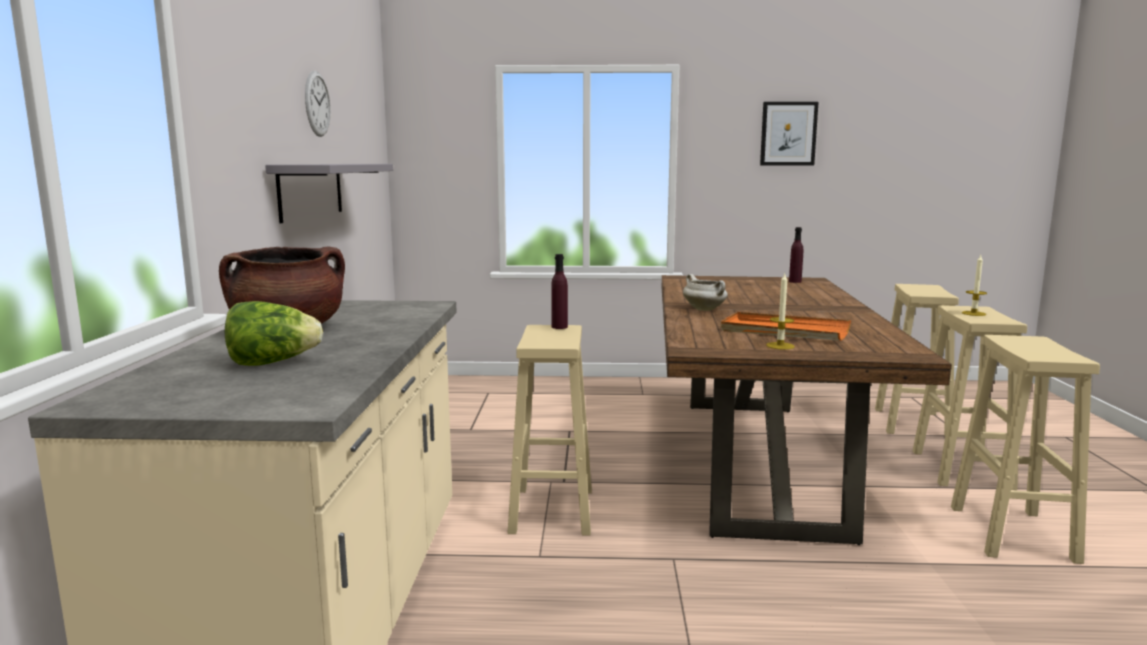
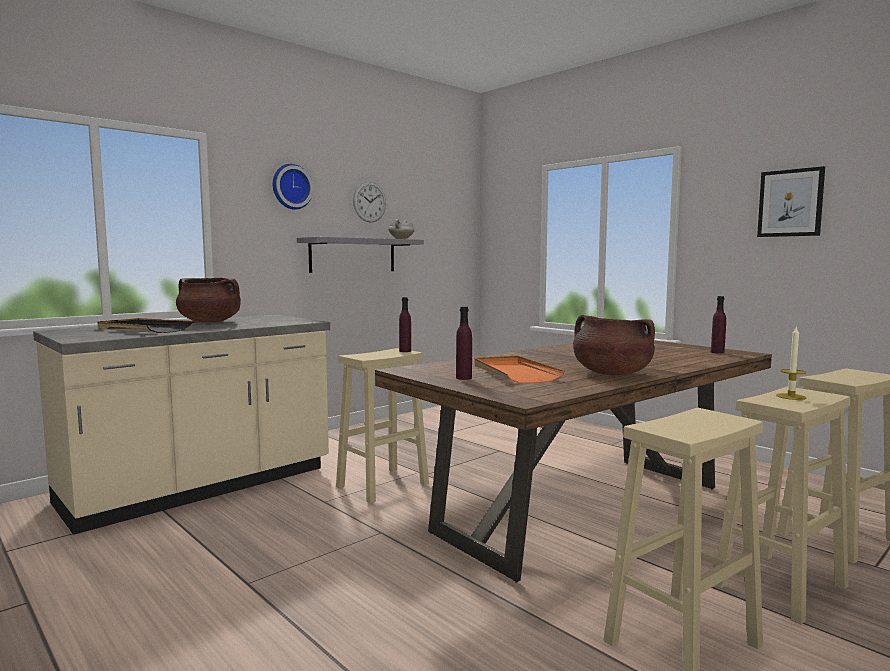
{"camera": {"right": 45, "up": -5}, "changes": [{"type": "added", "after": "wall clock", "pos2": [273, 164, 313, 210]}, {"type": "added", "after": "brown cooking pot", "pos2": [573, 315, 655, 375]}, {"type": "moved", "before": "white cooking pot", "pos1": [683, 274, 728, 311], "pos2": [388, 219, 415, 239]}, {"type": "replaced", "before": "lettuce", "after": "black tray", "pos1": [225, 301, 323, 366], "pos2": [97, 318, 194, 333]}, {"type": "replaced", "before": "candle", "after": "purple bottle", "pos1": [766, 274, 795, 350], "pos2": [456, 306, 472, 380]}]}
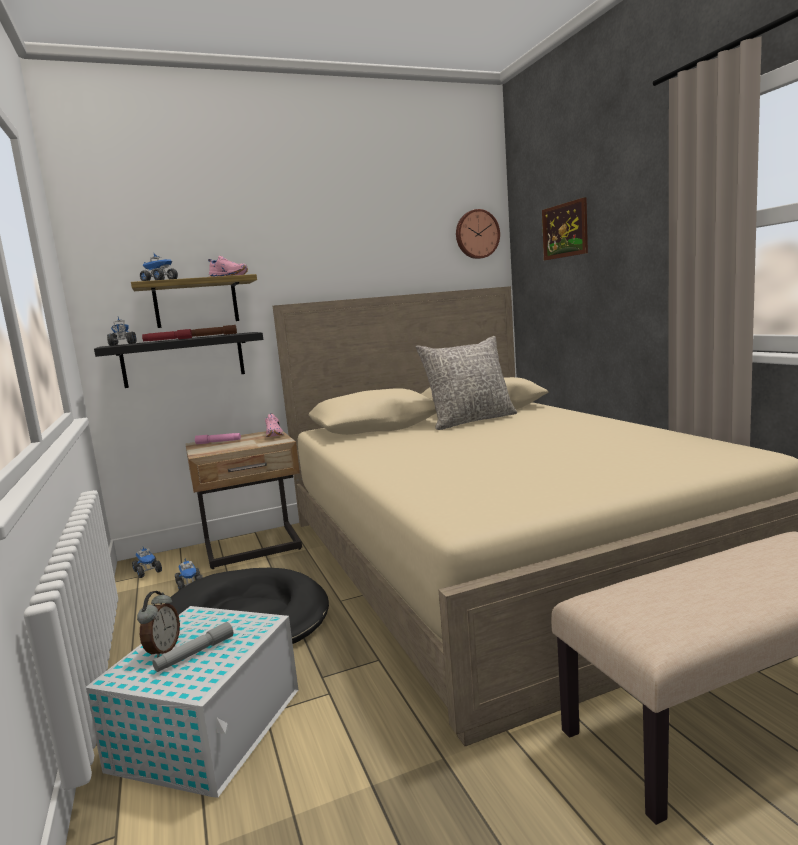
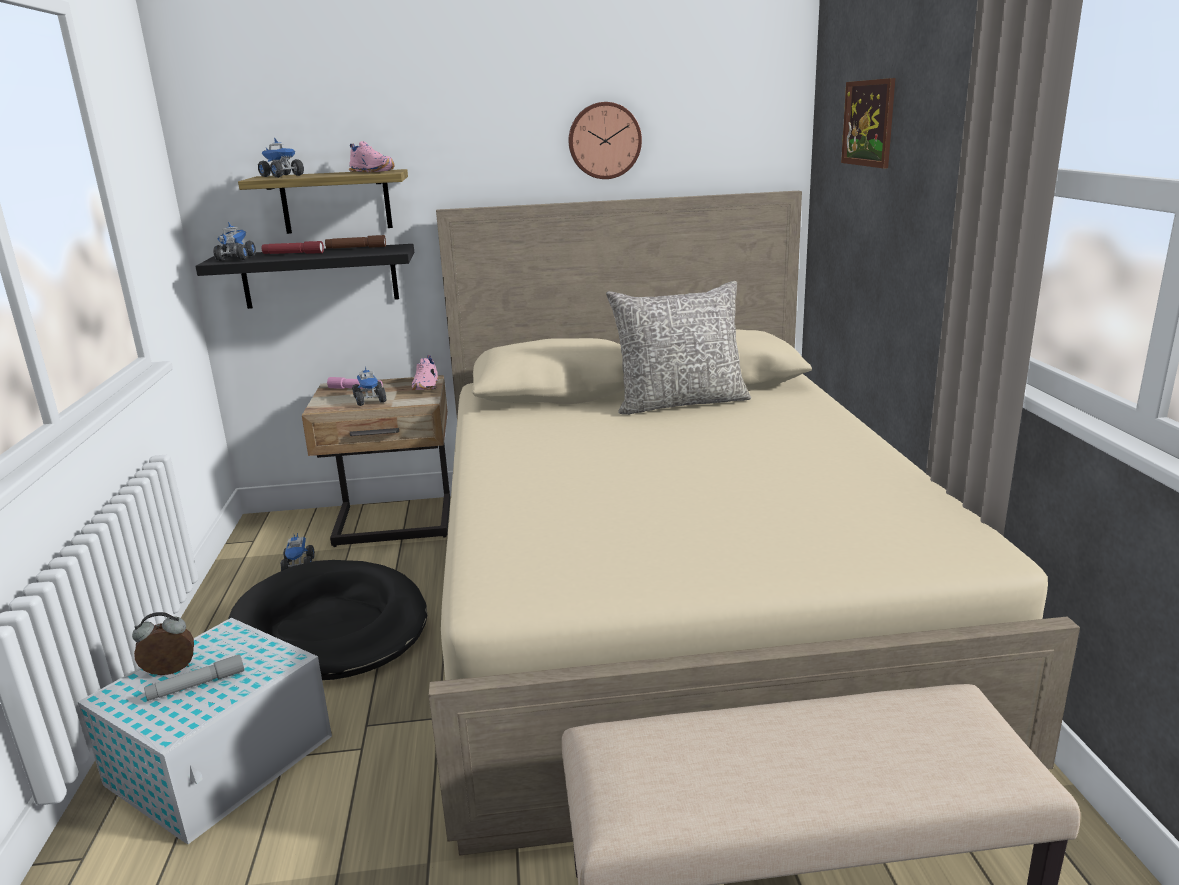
{"camera": {"right": 15, "up": 10}, "changes": [{"type": "moved", "before": "toy truck", "pos1": [132, 547, 162, 578], "pos2": [352, 366, 386, 406]}, {"type": "moved", "before": "wall clock", "pos1": [456, 209, 500, 259], "pos2": [569, 102, 642, 179]}, {"type": "turned", "before": "alarm clock", "pos1": [137, 591, 180, 658], "pos2": [132, 612, 194, 675], "turn": -135}]}
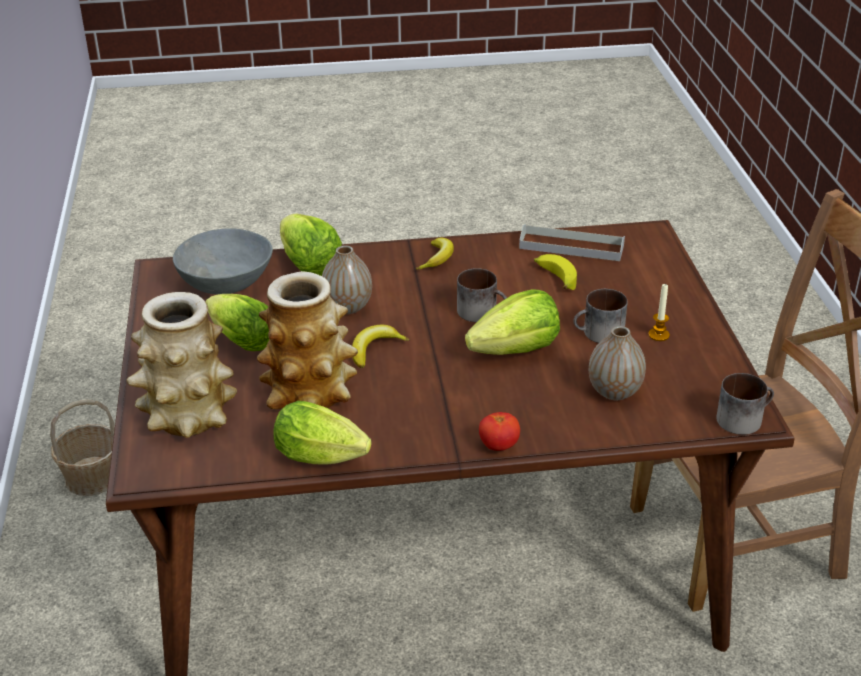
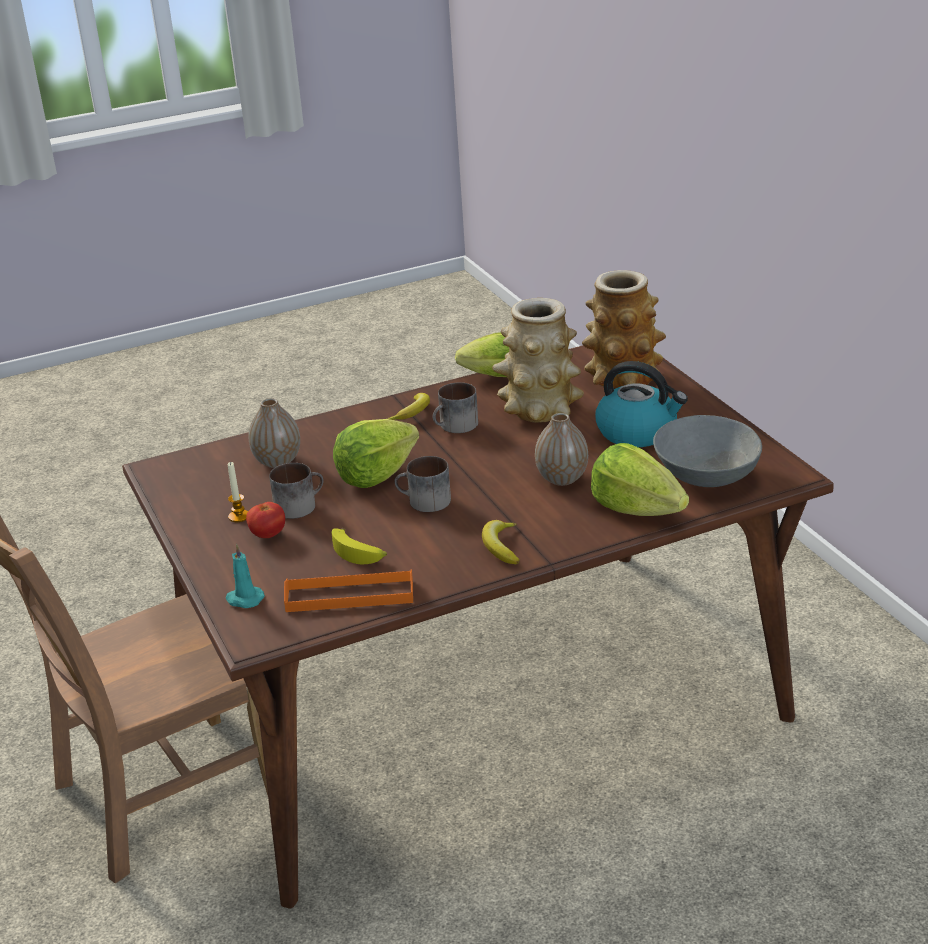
{"camera": {"right": 165, "up": -5}, "changes": [{"type": "removed", "before": "basket", "pos1": [50, 399, 115, 496]}, {"type": "added", "after": "turquoise candle", "pos2": [226, 544, 265, 608]}, {"type": "moved", "before": "banana", "pos1": [352, 325, 409, 368], "pos2": [387, 393, 430, 420]}, {"type": "moved", "before": "tomato", "pos1": [479, 412, 520, 451], "pos2": [246, 502, 285, 538]}, {"type": "moved", "before": "mug", "pos1": [716, 373, 774, 435], "pos2": [433, 382, 478, 433]}, {"type": "replaced", "before": "lettuce", "after": "kettle", "pos1": [206, 294, 269, 351], "pos2": [595, 361, 688, 447]}, {"type": "recoloured", "before": "grey tray", "after": "orange tray", "pos1": [519, 224, 625, 261], "pos2": [284, 569, 413, 612]}]}
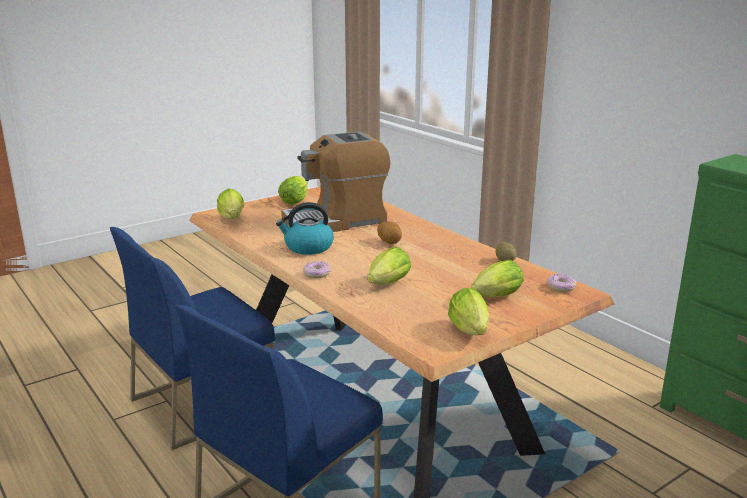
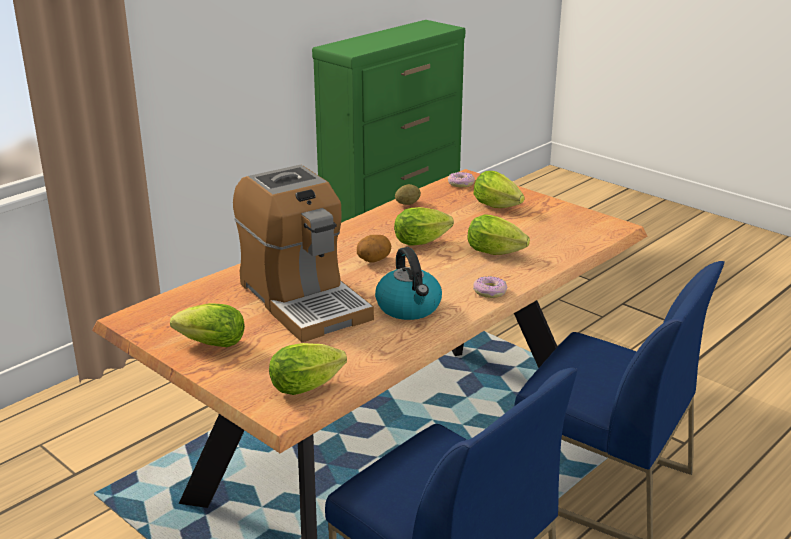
{"camera": {"right": -100, "up": 5}, "changes": [{"type": "moved", "before": "lettuce", "pos1": [448, 288, 490, 335], "pos2": [394, 207, 454, 246]}]}
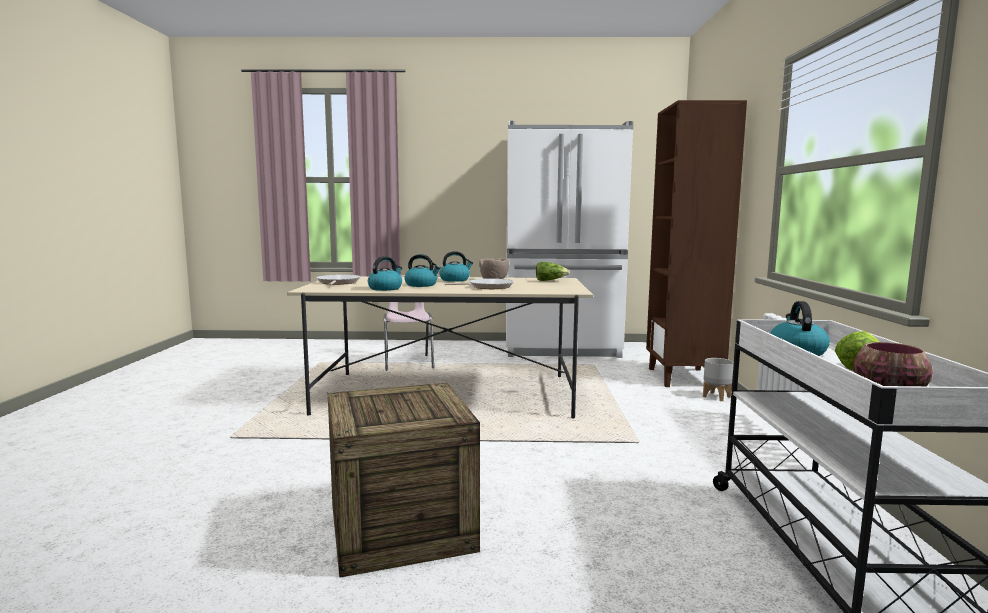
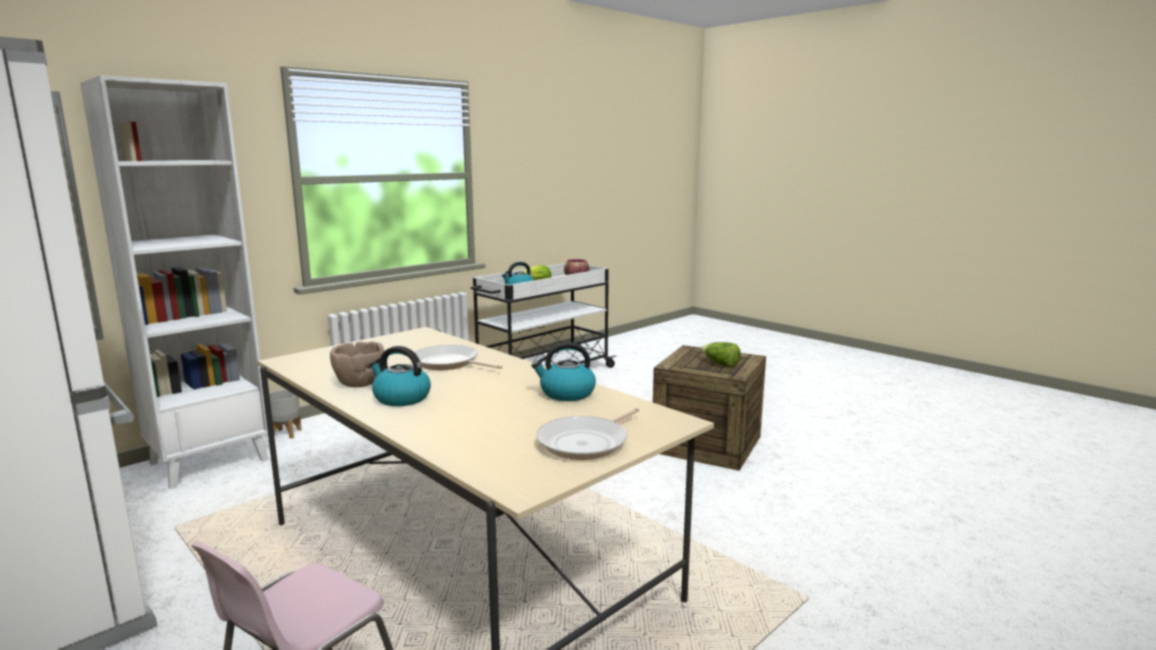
{"camera": {"right": -135, "up": 5}, "changes": [{"type": "removed", "before": "kettle", "pos1": [405, 254, 441, 287]}, {"type": "moved", "before": "lettuce", "pos1": [536, 262, 570, 281], "pos2": [701, 342, 741, 368]}, {"type": "recoloured", "before": "brown bookcase", "after": "white bookcase", "pos1": [646, 100, 747, 387], "pos2": [80, 75, 269, 489]}]}
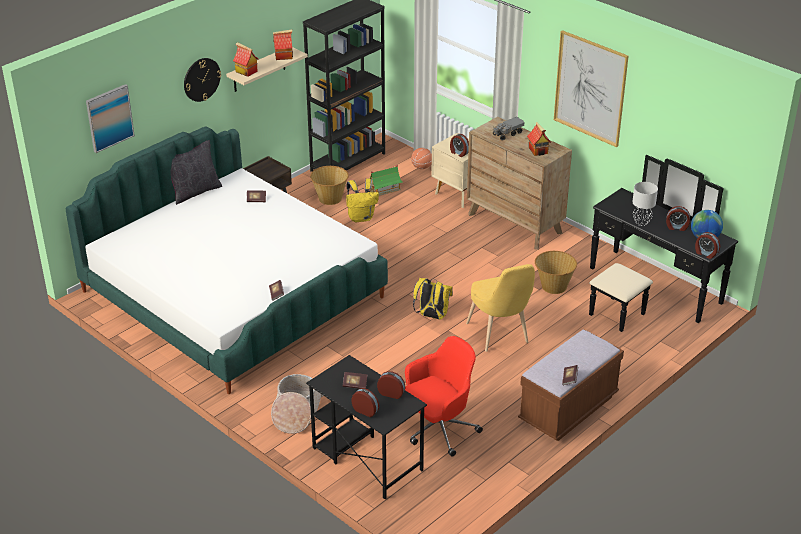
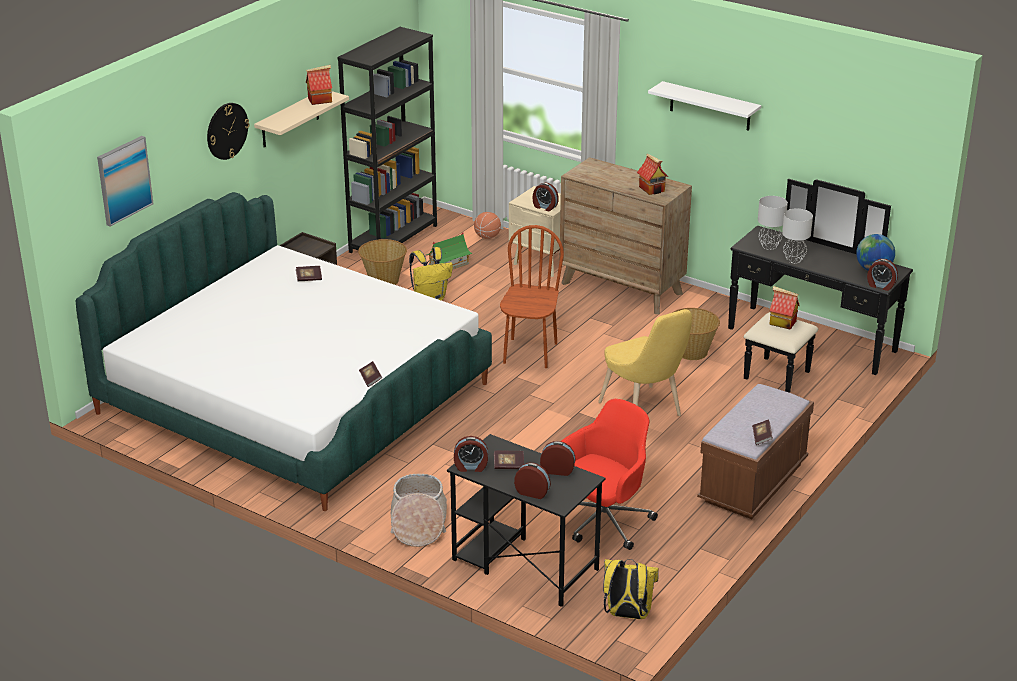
{"camera": {"right": -10, "up": -5}, "changes": [{"type": "removed", "before": "black pillow", "pos1": [171, 140, 222, 205]}, {"type": "removed", "before": "toy truck", "pos1": [493, 117, 524, 140]}, {"type": "added", "after": "brown chair", "pos2": [500, 225, 564, 368]}, {"type": "added", "after": "grey table lamp", "pos2": [758, 196, 788, 250]}, {"type": "moved", "before": "toy house", "pos1": [233, 42, 258, 77], "pos2": [769, 286, 800, 330]}, {"type": "moved", "before": "yellow backpack", "pos1": [413, 278, 453, 319], "pos2": [603, 559, 659, 619]}, {"type": "moved", "before": "alarm clock", "pos1": [666, 206, 690, 231], "pos2": [454, 436, 488, 472]}, {"type": "replaced", "before": "picture", "after": "white shelf", "pos1": [554, 30, 629, 147], "pos2": [648, 81, 761, 131]}]}
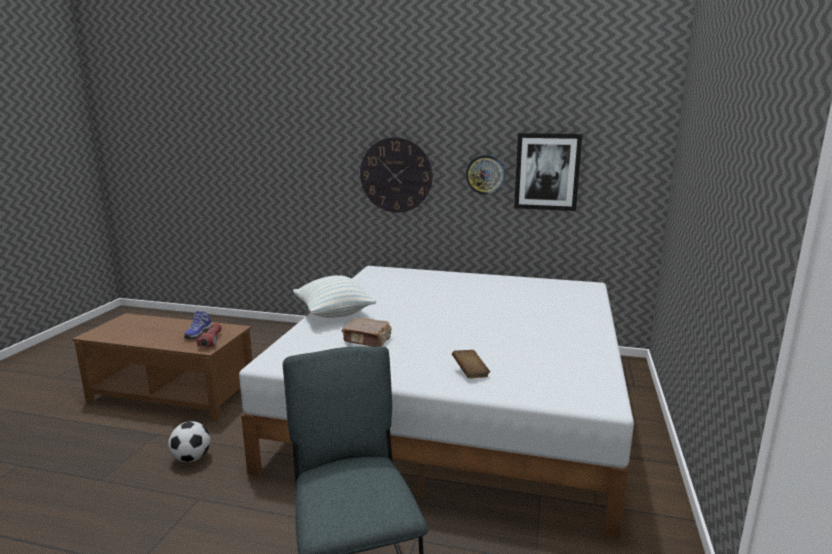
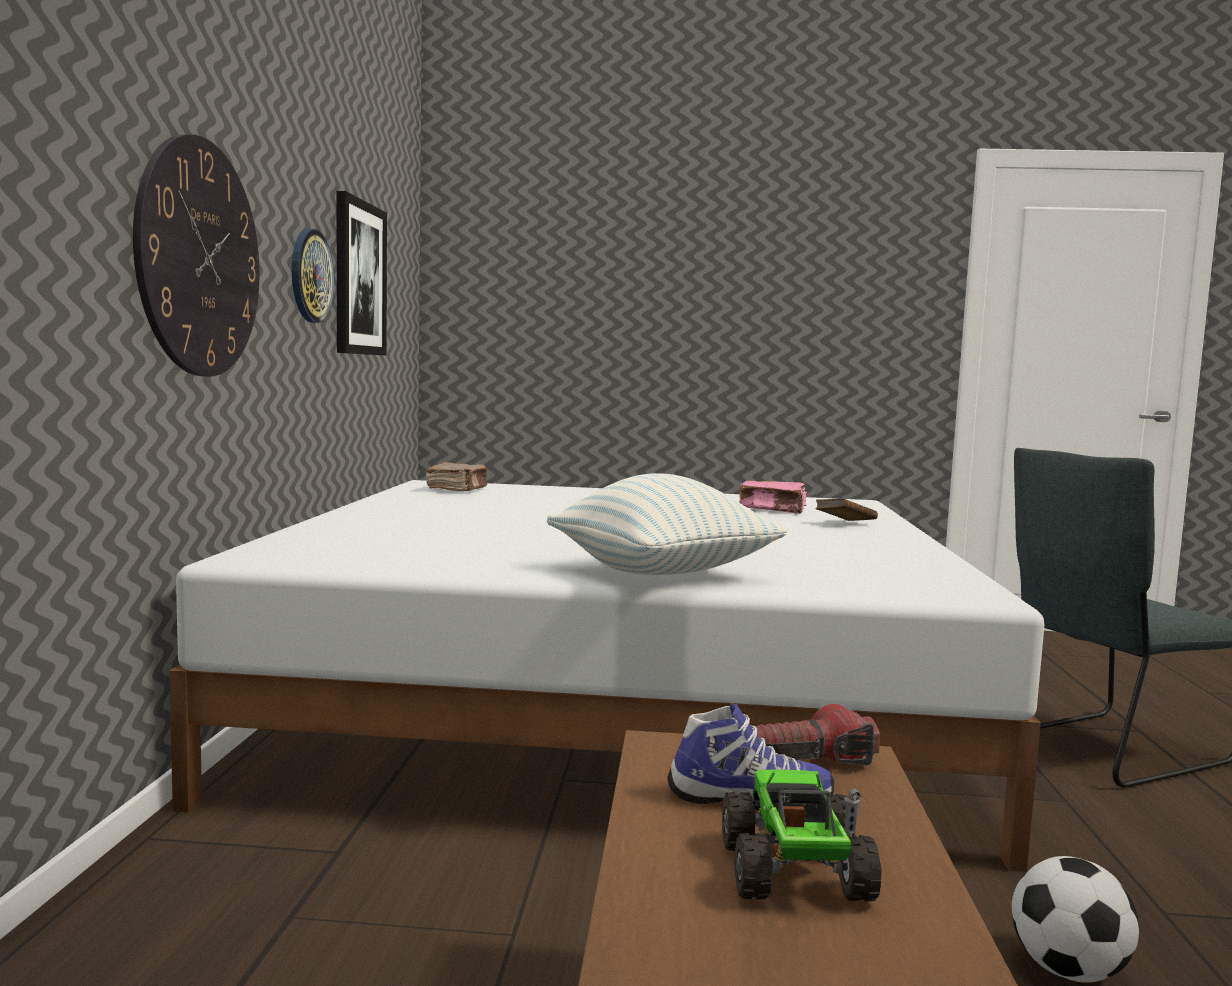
{"camera": {"right": -100, "up": -10}, "changes": [{"type": "added", "after": "toy truck", "pos2": [722, 769, 882, 901]}, {"type": "added", "after": "pink book", "pos2": [739, 480, 807, 514]}, {"type": "moved", "before": "brown book", "pos1": [341, 318, 392, 347], "pos2": [426, 462, 487, 491]}]}
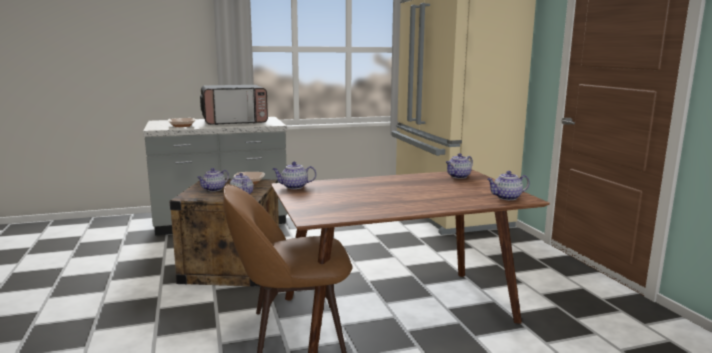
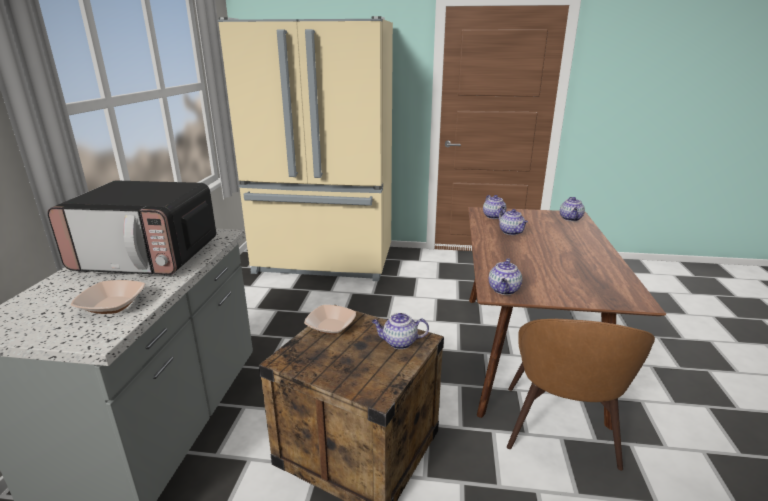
{"camera": {"right": -65, "up": 10}, "changes": [{"type": "moved", "before": "teapot", "pos1": [197, 168, 229, 192], "pos2": [498, 209, 528, 235]}, {"type": "turned", "before": "microwave", "pos1": [200, 85, 268, 125], "pos2": [47, 180, 216, 275], "turn": 90}]}
